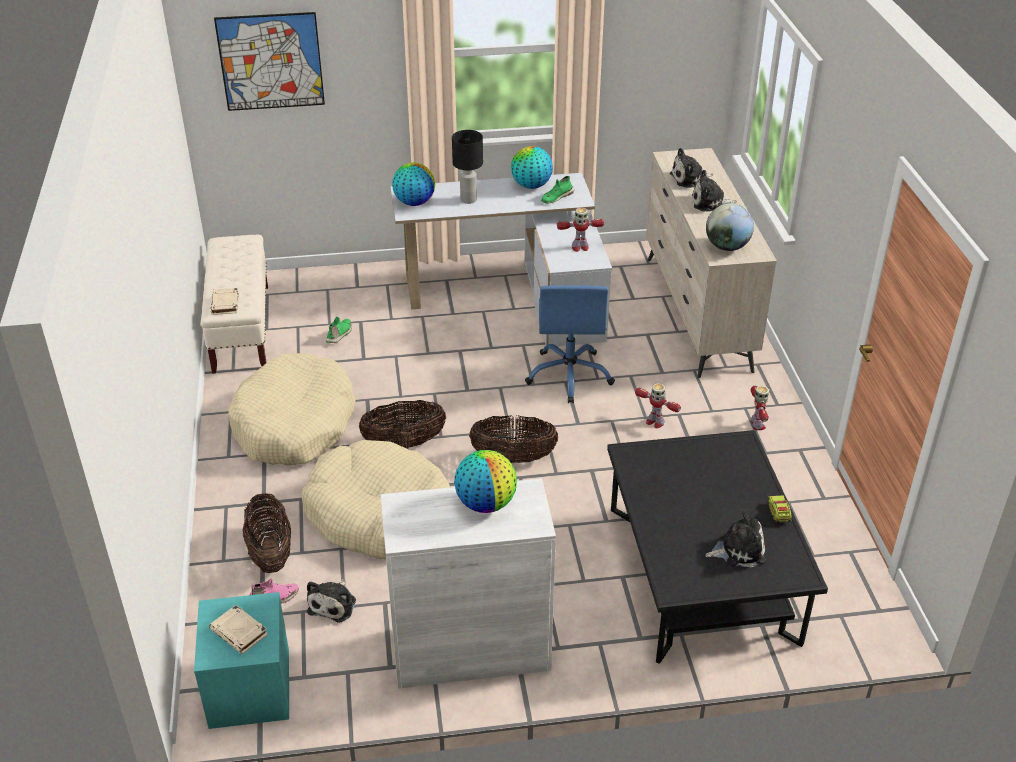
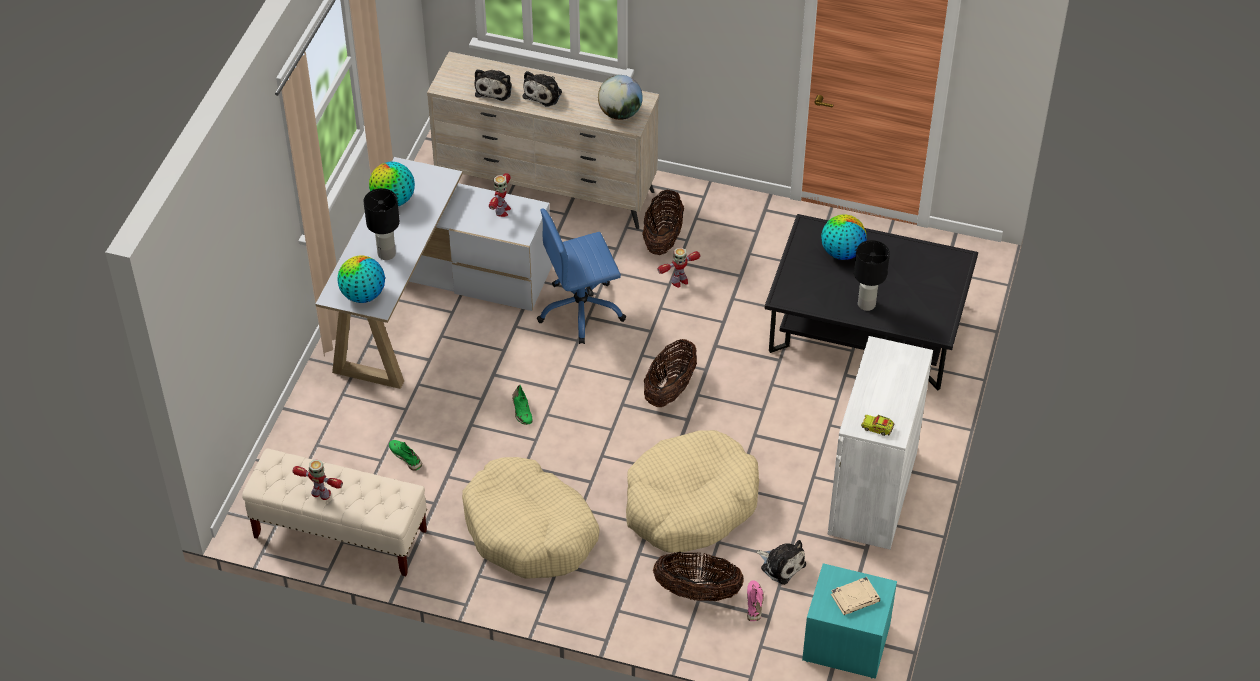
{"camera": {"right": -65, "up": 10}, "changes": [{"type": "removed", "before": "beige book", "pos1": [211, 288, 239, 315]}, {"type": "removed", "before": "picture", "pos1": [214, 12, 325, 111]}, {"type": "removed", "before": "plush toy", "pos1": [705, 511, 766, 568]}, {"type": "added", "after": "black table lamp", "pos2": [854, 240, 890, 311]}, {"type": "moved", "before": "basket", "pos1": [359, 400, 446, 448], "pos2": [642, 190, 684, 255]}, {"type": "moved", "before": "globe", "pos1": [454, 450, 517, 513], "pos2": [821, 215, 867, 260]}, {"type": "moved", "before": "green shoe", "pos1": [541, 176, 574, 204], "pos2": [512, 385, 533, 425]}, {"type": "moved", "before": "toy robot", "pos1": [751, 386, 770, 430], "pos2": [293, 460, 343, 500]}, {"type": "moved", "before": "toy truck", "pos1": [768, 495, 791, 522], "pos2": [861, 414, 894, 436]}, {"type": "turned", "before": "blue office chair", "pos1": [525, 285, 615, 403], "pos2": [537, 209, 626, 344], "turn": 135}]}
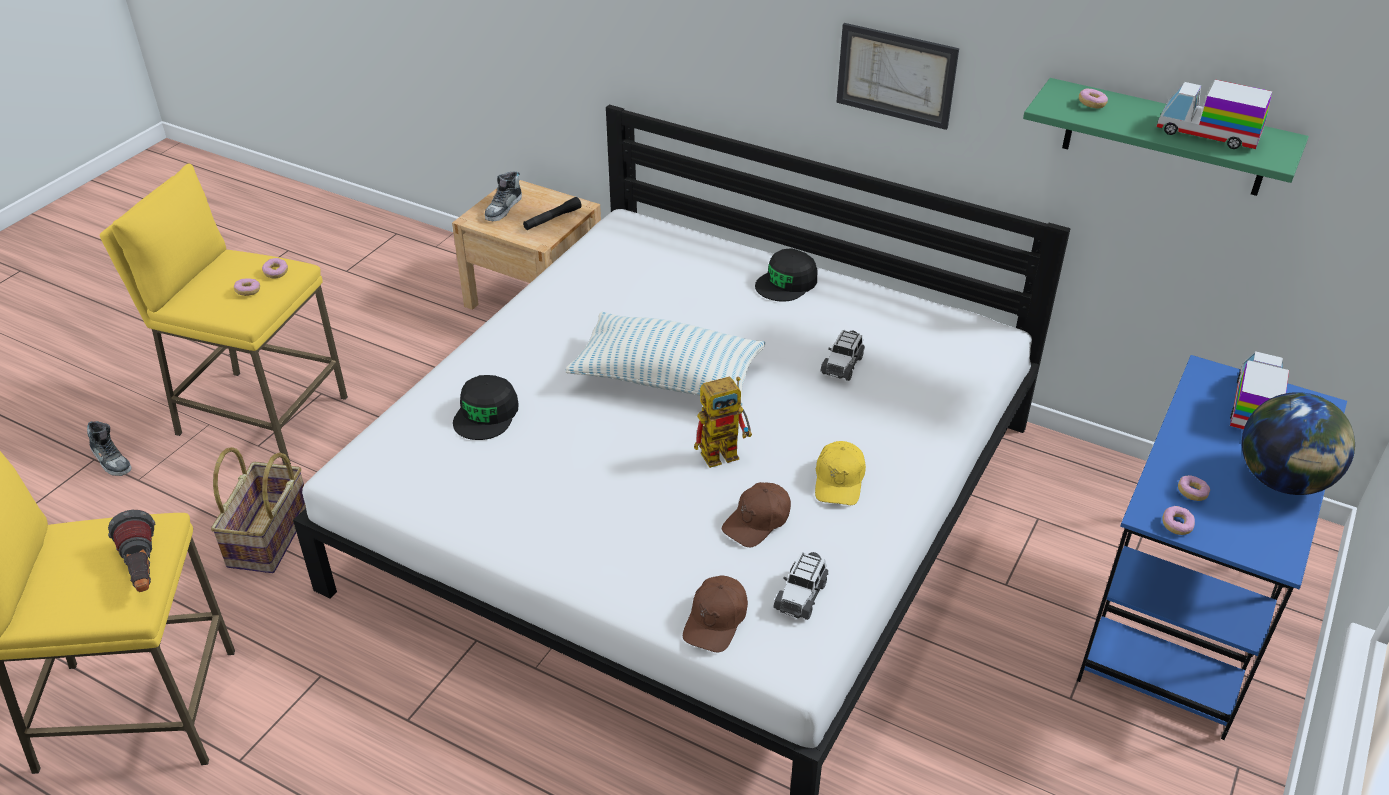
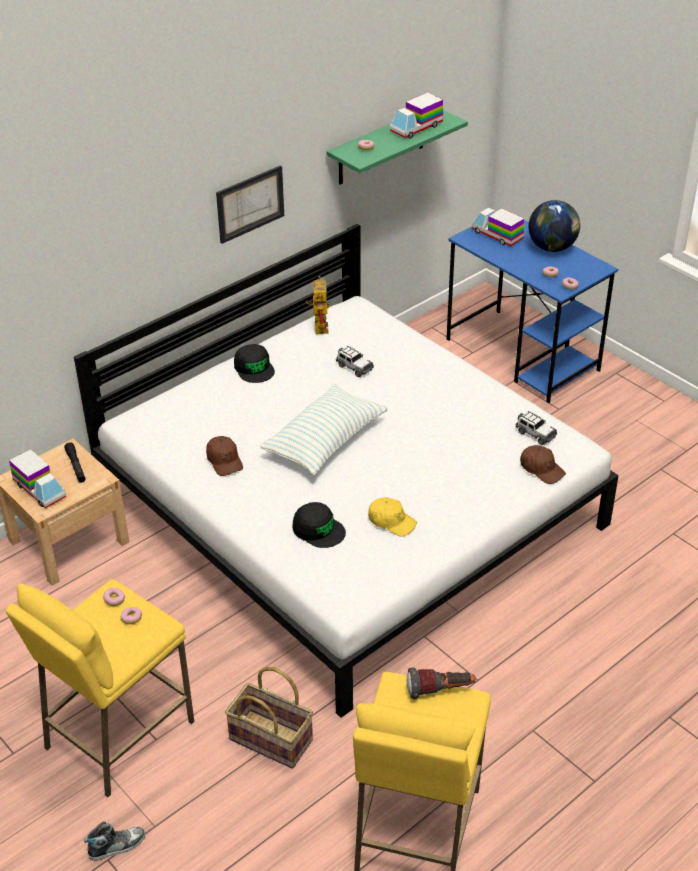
{"camera": {"right": -70, "up": 0}, "changes": [{"type": "moved", "before": "toy robot", "pos1": [694, 376, 752, 468], "pos2": [306, 276, 331, 334]}, {"type": "moved", "before": "brown cap", "pos1": [722, 482, 791, 547], "pos2": [206, 436, 243, 476]}, {"type": "moved", "before": "yellow cap", "pos1": [815, 441, 866, 505], "pos2": [368, 497, 417, 537]}, {"type": "replaced", "before": "shoe", "after": "toy truck", "pos1": [485, 171, 522, 221], "pos2": [9, 449, 66, 509]}]}
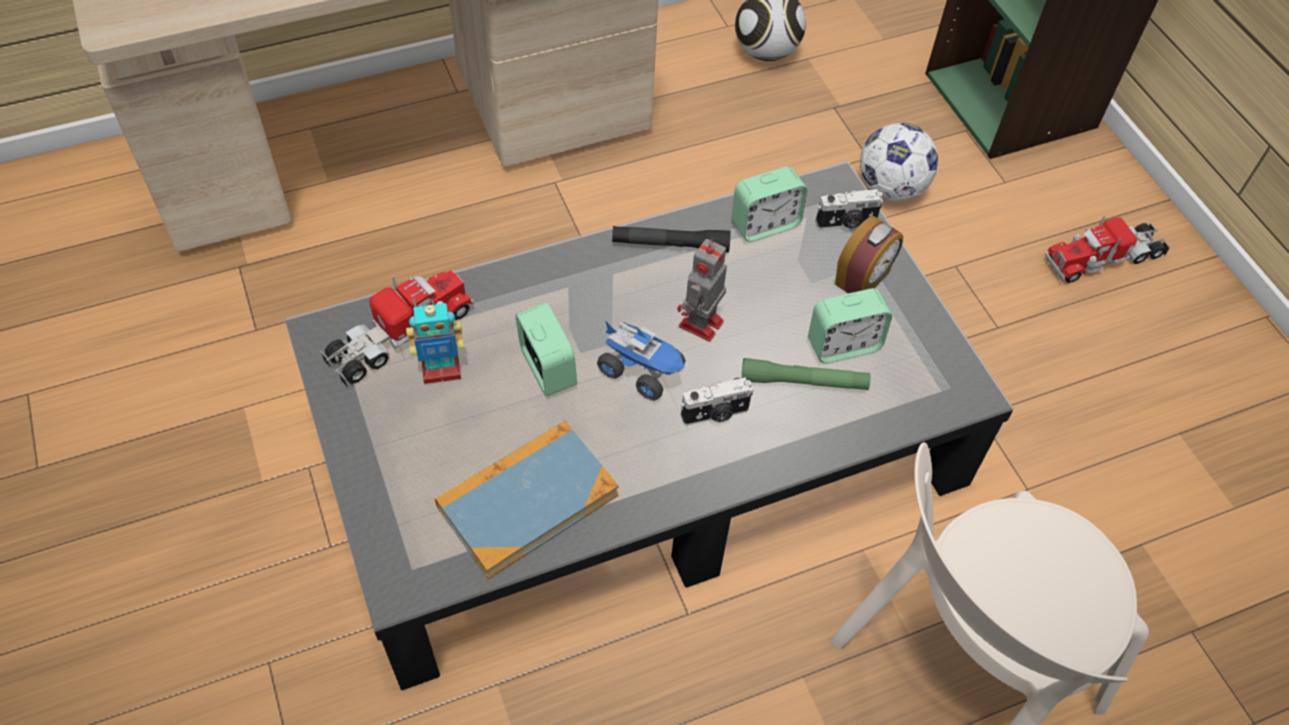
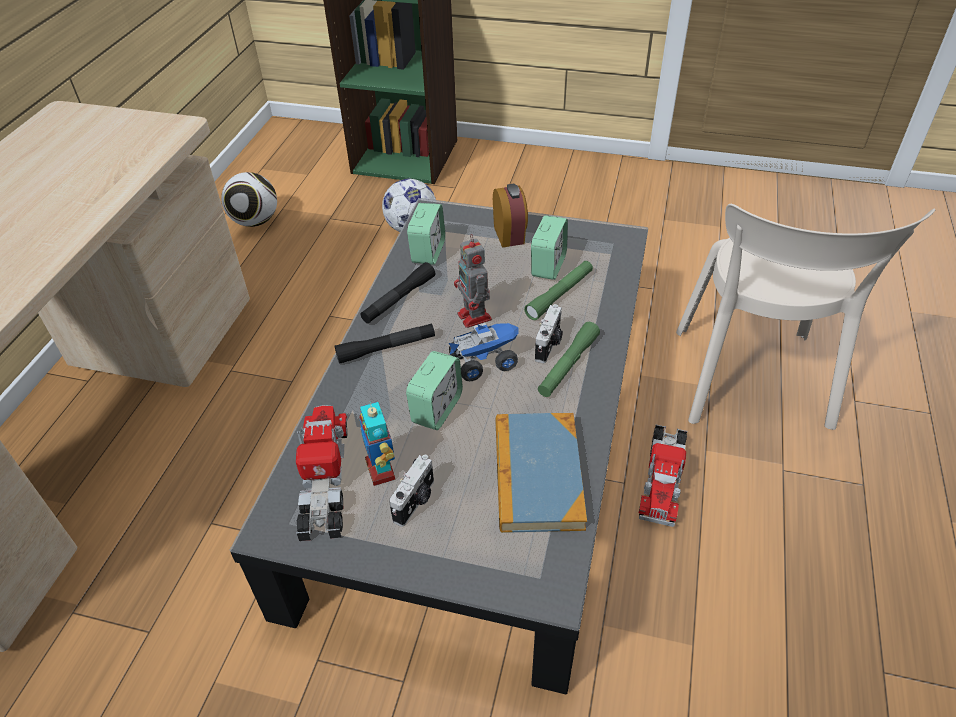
{"camera": {"right": -50, "up": -10}, "changes": [{"type": "added", "after": "black flashlight", "pos2": [335, 323, 435, 364]}, {"type": "added", "after": "green flashlight", "pos2": [538, 322, 600, 397]}, {"type": "moved", "before": "photo camera", "pos1": [816, 189, 883, 229], "pos2": [389, 455, 434, 527]}, {"type": "moved", "before": "toy truck", "pos1": [1045, 216, 1170, 283], "pos2": [639, 424, 688, 527]}, {"type": "turned", "before": "toy robot", "pos1": [406, 301, 464, 384], "pos2": [360, 402, 395, 486], "turn": 135}, {"type": "turned", "before": "alarm clock", "pos1": [515, 302, 577, 396], "pos2": [406, 351, 463, 430], "turn": 105}]}
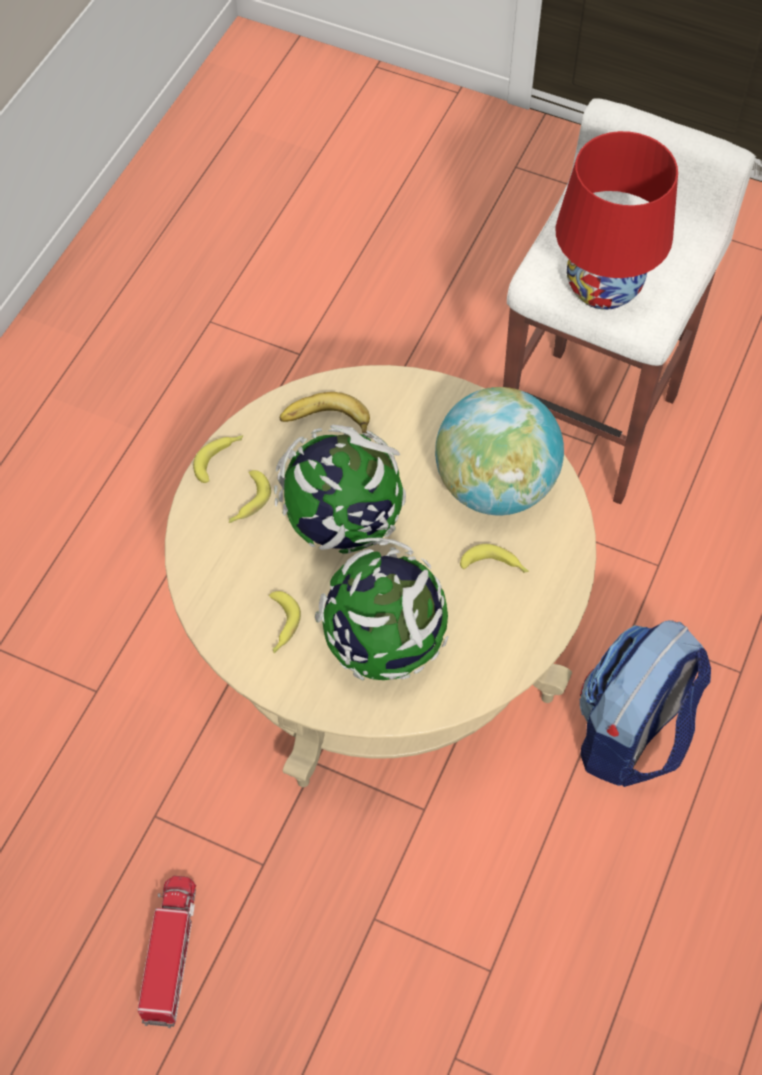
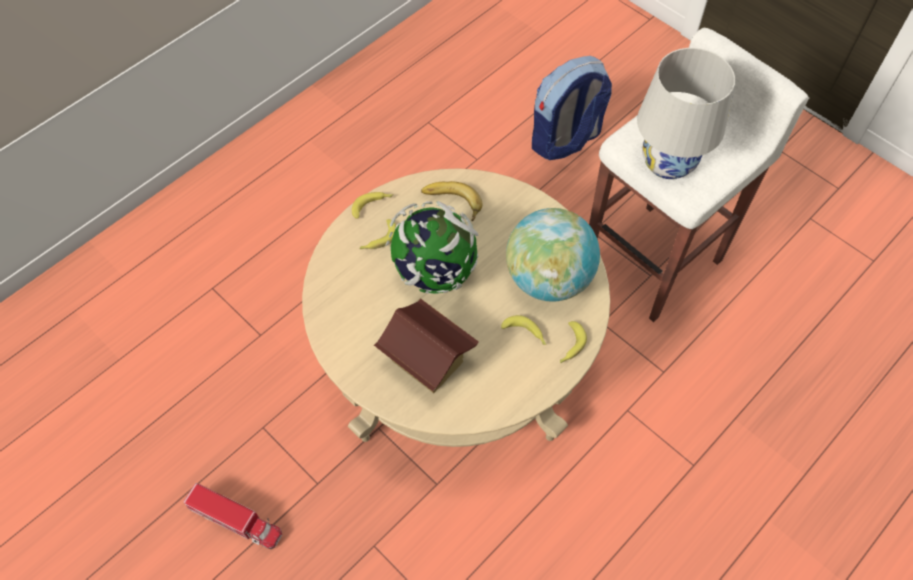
{"camera": {"right": 20, "up": 0}, "changes": [{"type": "moved", "before": "banana", "pos1": [269, 591, 301, 653], "pos2": [560, 321, 587, 363]}, {"type": "moved", "before": "backpack", "pos1": [580, 620, 711, 787], "pos2": [532, 56, 612, 160]}, {"type": "replaced", "before": "globe", "after": "toy house", "pos1": [315, 538, 448, 680], "pos2": [374, 298, 479, 394]}, {"type": "recoloured", "before": "red table lamp", "after": "white table lamp", "pos1": [556, 131, 678, 310], "pos2": [637, 48, 735, 179]}, {"type": "turned", "before": "toy truck", "pos1": [138, 876, 196, 1028], "pos2": [184, 483, 282, 549], "turn": 90}]}
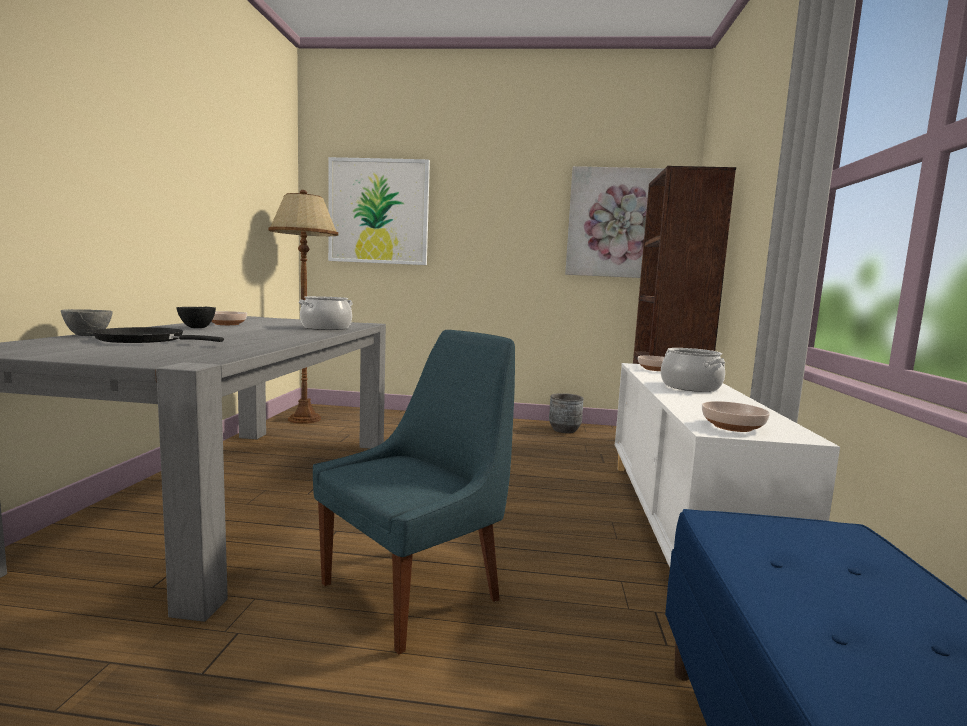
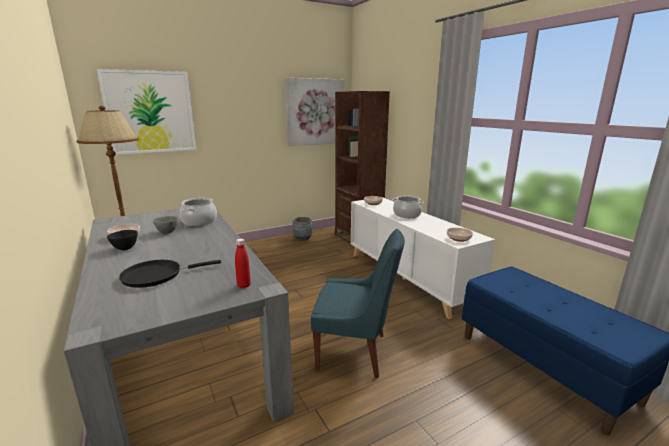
{"camera": {"right": -35, "up": 10}, "changes": [{"type": "added", "after": "red bottle", "pos2": [235, 239, 251, 289]}, {"type": "moved", "before": "grey bowl", "pos1": [61, 309, 113, 336], "pos2": [153, 216, 178, 234]}, {"type": "turned", "before": "blue chair", "pos1": [313, 330, 515, 655], "pos2": [311, 229, 405, 379], "turn": 90}]}
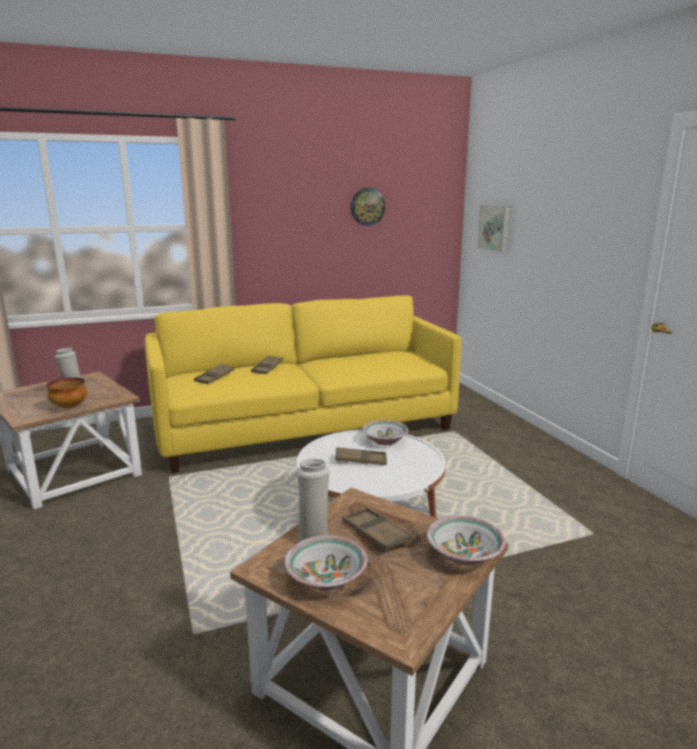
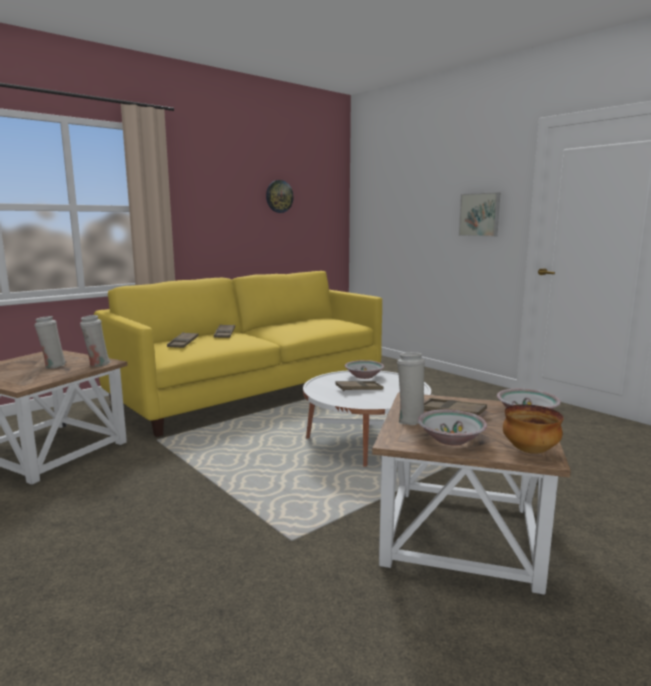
{"camera": {"right": -20, "up": -5}, "changes": [{"type": "added", "after": "white vase", "pos2": [80, 315, 111, 367]}, {"type": "moved", "before": "bowl", "pos1": [46, 378, 87, 408], "pos2": [503, 404, 564, 454]}, {"type": "moved", "before": "picture", "pos1": [477, 205, 510, 252], "pos2": [459, 192, 500, 237]}]}
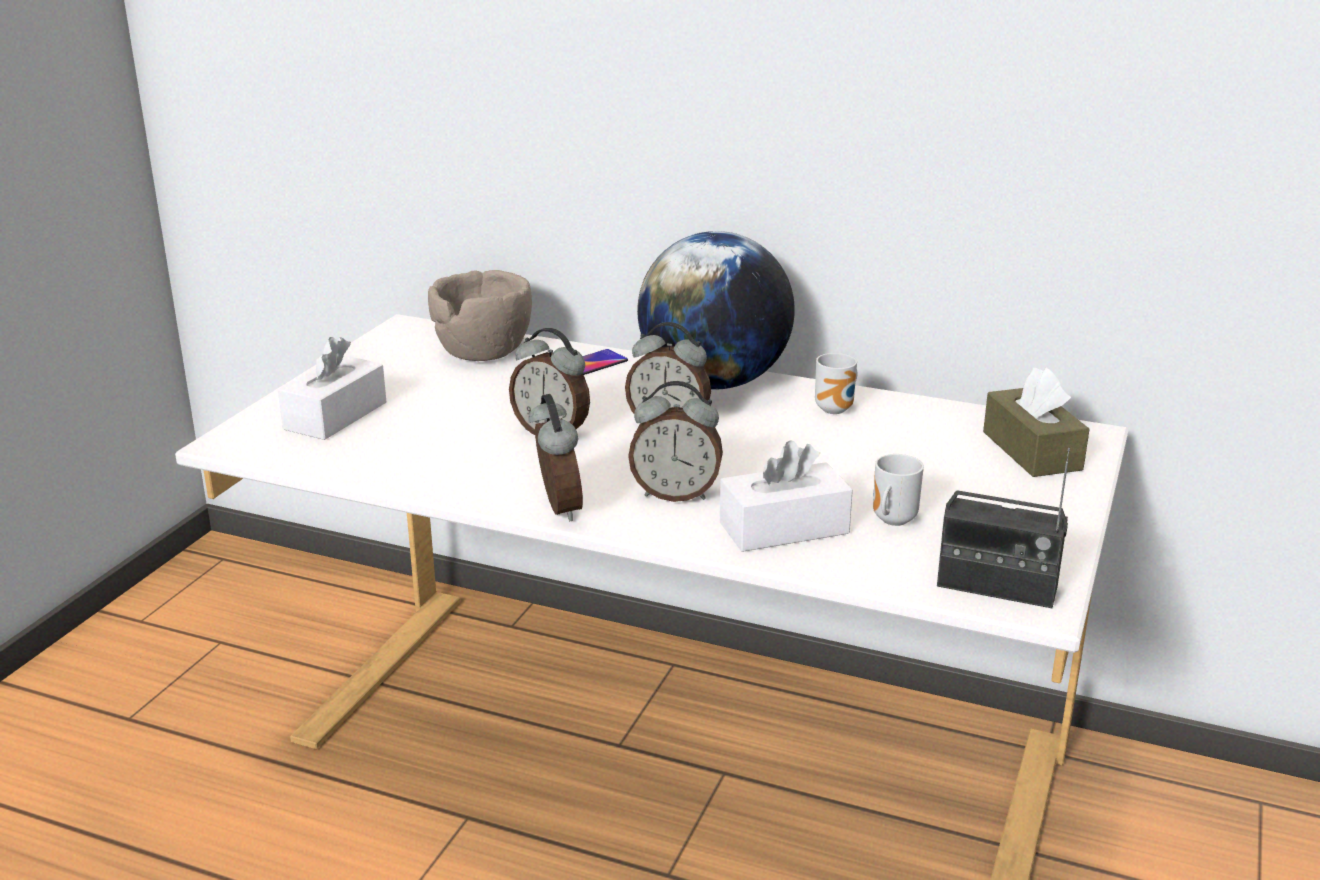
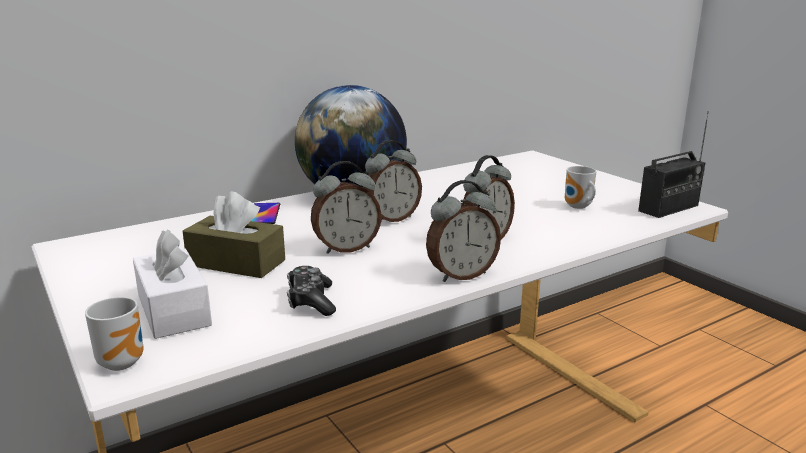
{"camera": {"right": -55, "up": -5}, "changes": [{"type": "removed", "before": "brown bowl", "pos1": [428, 270, 532, 361]}, {"type": "removed", "before": "white tissue box", "pos1": [720, 440, 853, 552]}, {"type": "added", "after": "game controller", "pos2": [287, 266, 336, 316]}, {"type": "moved", "before": "mug", "pos1": [815, 353, 857, 414], "pos2": [85, 297, 144, 371]}, {"type": "moved", "before": "brown tissue box", "pos1": [983, 367, 1090, 477], "pos2": [183, 191, 285, 278]}, {"type": "turned", "before": "alarm clock", "pos1": [528, 394, 583, 521], "pos2": [426, 180, 501, 282], "turn": 135}]}
